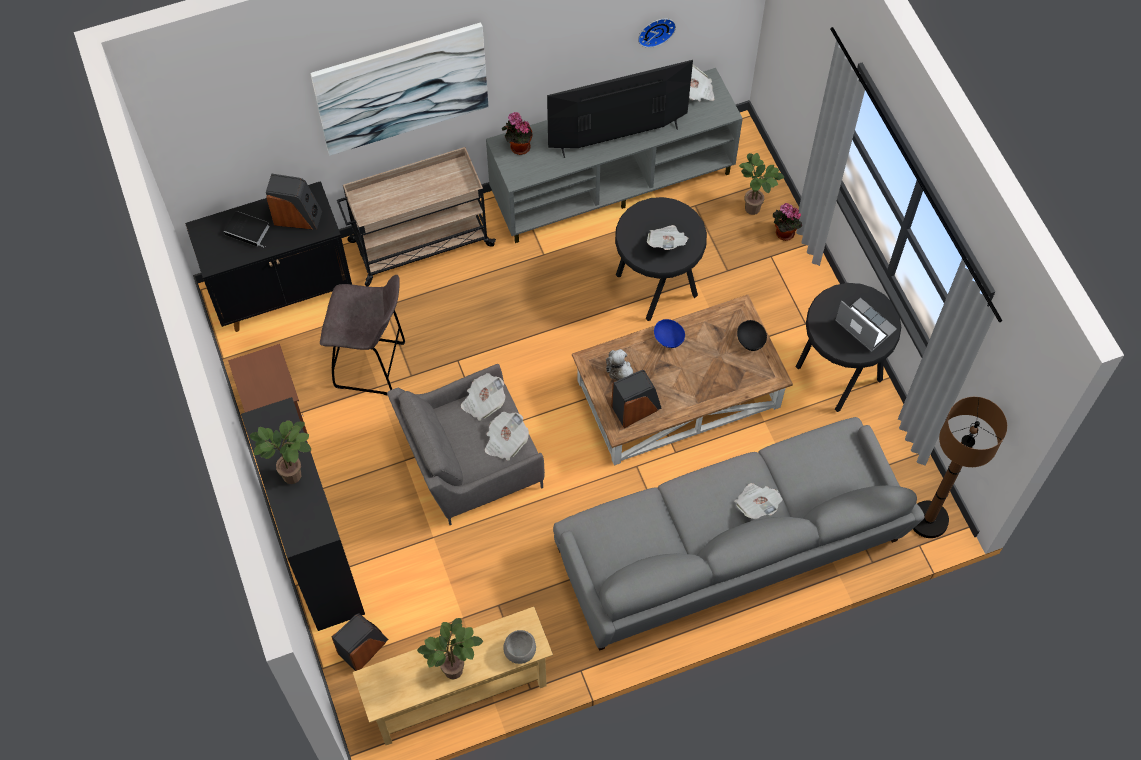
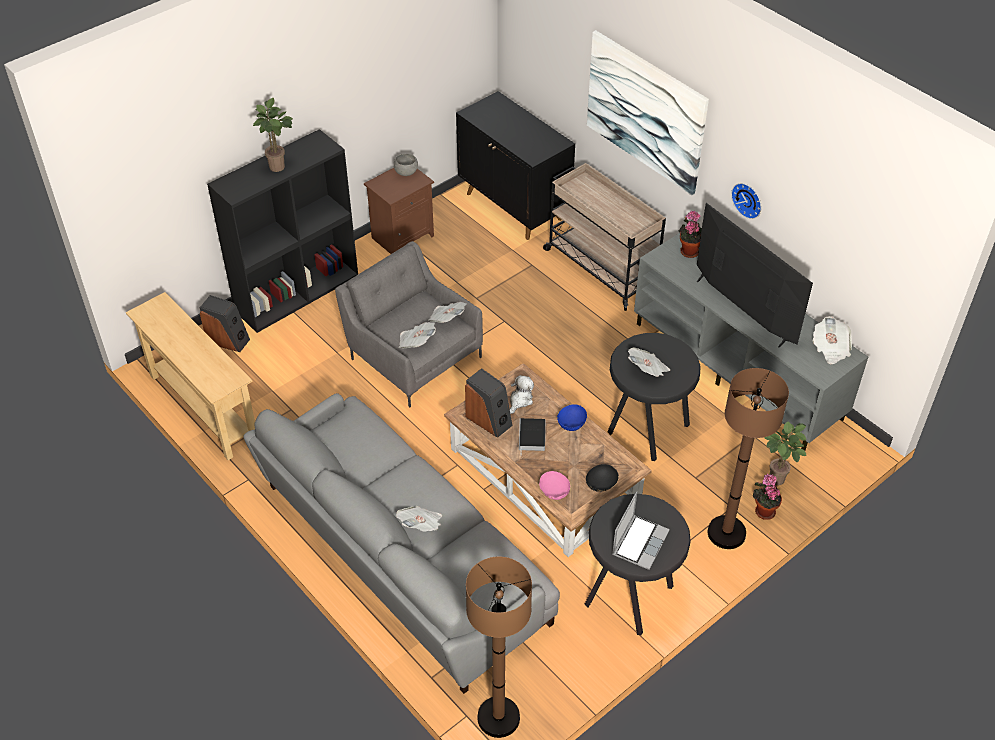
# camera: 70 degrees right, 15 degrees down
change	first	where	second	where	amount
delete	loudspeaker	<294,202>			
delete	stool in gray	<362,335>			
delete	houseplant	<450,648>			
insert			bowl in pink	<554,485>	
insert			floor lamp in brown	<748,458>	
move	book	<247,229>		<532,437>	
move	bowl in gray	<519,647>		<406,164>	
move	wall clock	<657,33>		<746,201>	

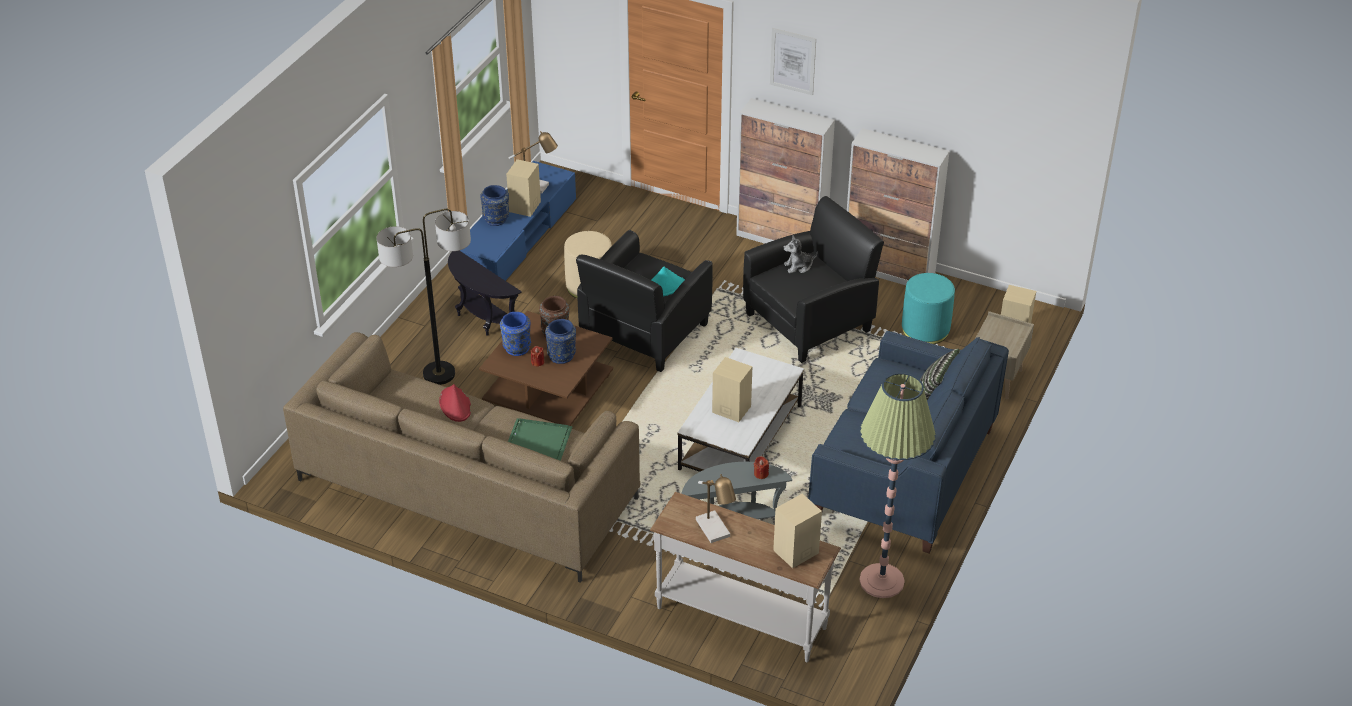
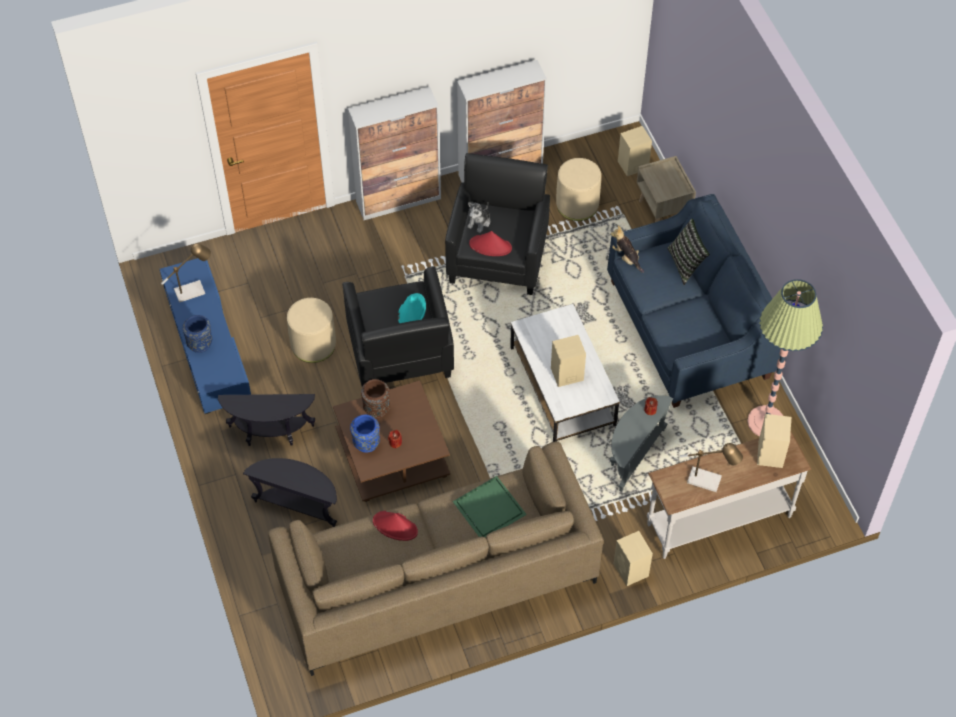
# camera: 45 degrees left, 15 degrees up
change	first	where	second	where	amount
delete	flower vase in bluish	<560,341>			
delete	wall art	<793,61>			
insert			hat in red	<490,243>	
insert			cuddly toy	<627,249>	
move	loudspeaker in sand-coloured	<523,188>		<633,558>	
replace	floor lamp	<424,297>	side table in blackish	<290,492>	
recolor	ottoman in blue-green	<928,308>	ottoman in sand-coloured	<578,189>	

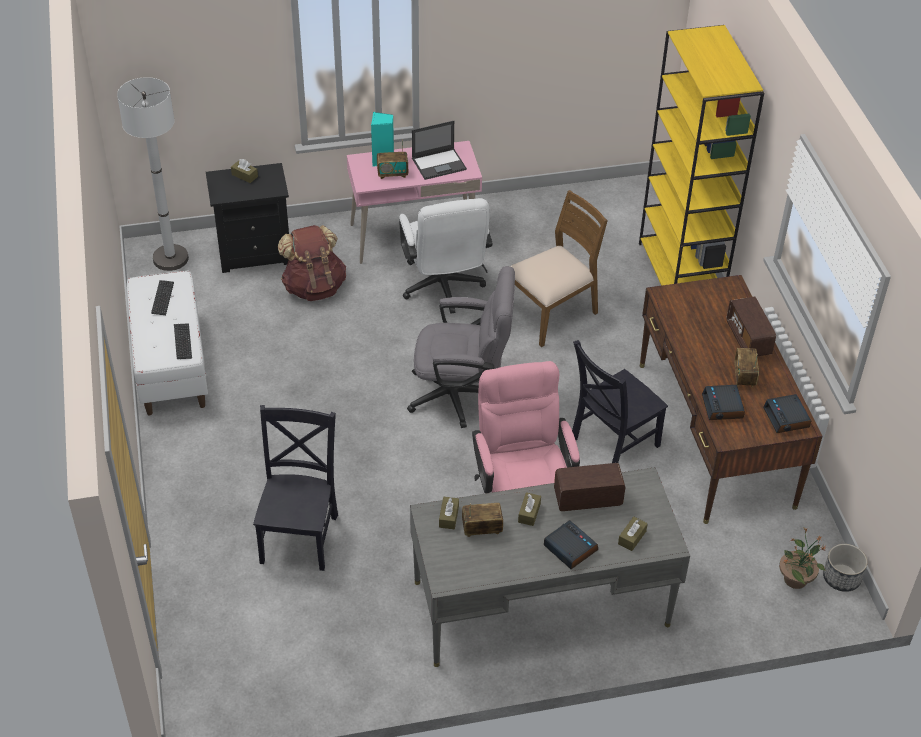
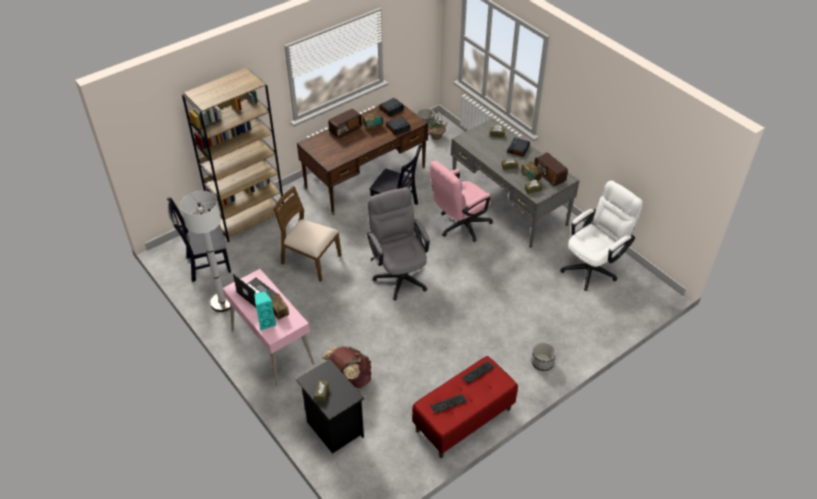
# camera: 115 degrees left, 0 degrees up
change	first	where	second	where	amount
insert			flower pot	<543,356>	
move	floor lamp in white-coloured	<153,174>		<205,251>	
move	plain chair in blackish	<295,488>		<199,239>	
move	desk chair in white-coloured	<445,255>		<601,235>	
move	radio receiver	<589,487>		<551,169>	
recolor	long seat in white-coloured	<167,343>	long seat in red	<465,407>	
recolor	shelving unit in yellow-coloured	<701,155>	shelving unit in brown	<233,155>	

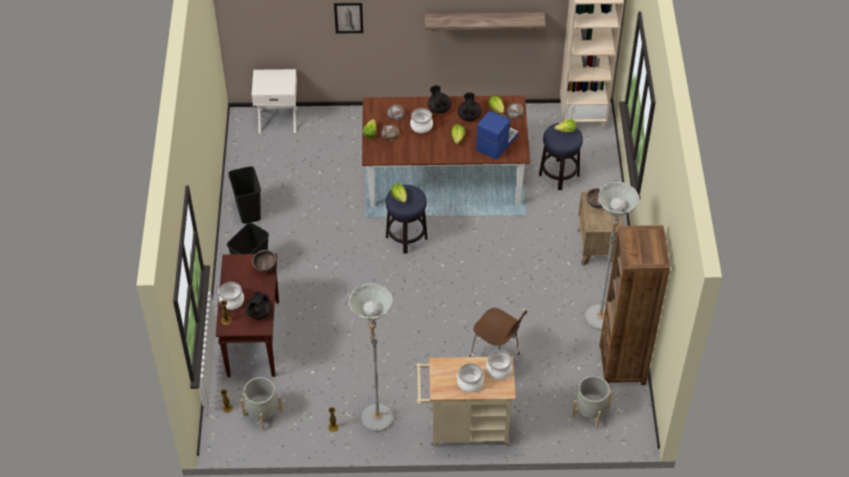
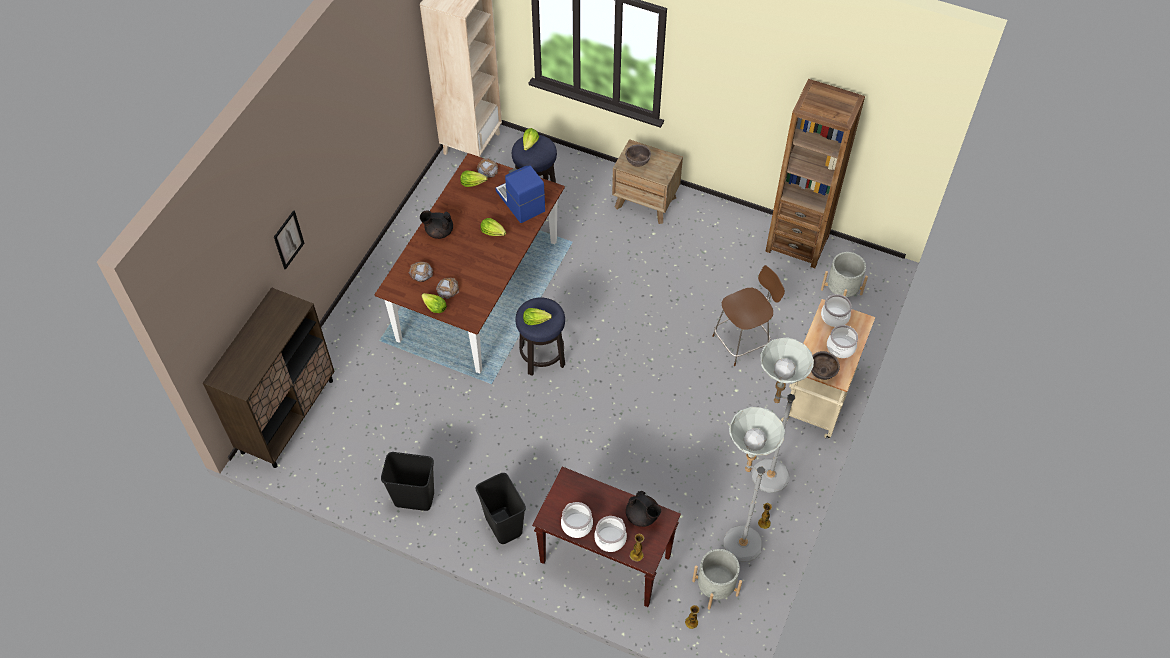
# camera: 65 degrees left, 5 degrees up
change	first	where	second	where	amount
delete	shelf	<485,22>			
delete	teapot in blackish	<470,106>			
move	bowl in brown	<264,261>		<825,365>	
move	cooking pot	<421,120>		<577,520>	
move	floor lamp in gray	<612,256>		<754,484>	
replace	bedside table in white-coloured	<274,101>	cupboard in brown	<269,377>	

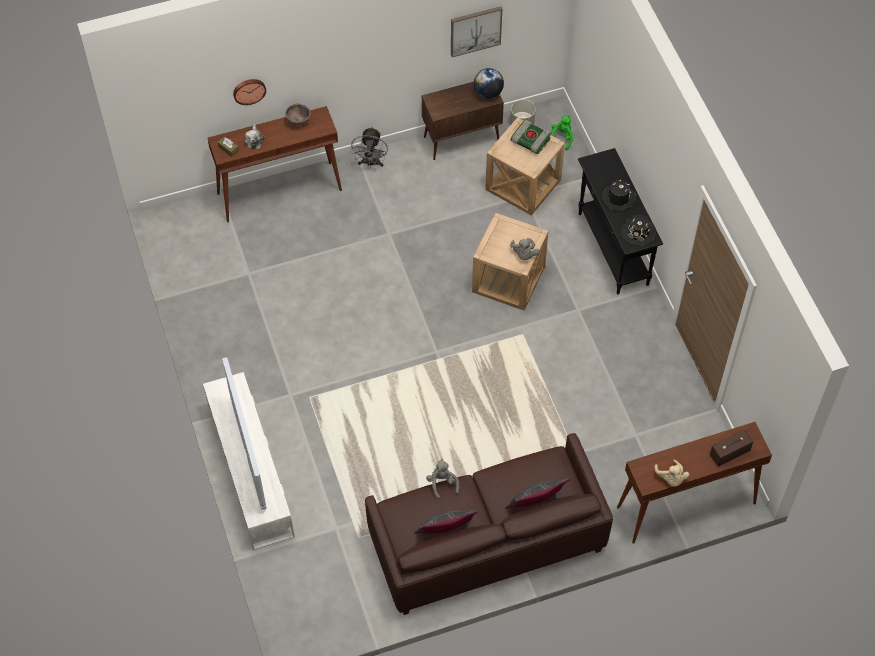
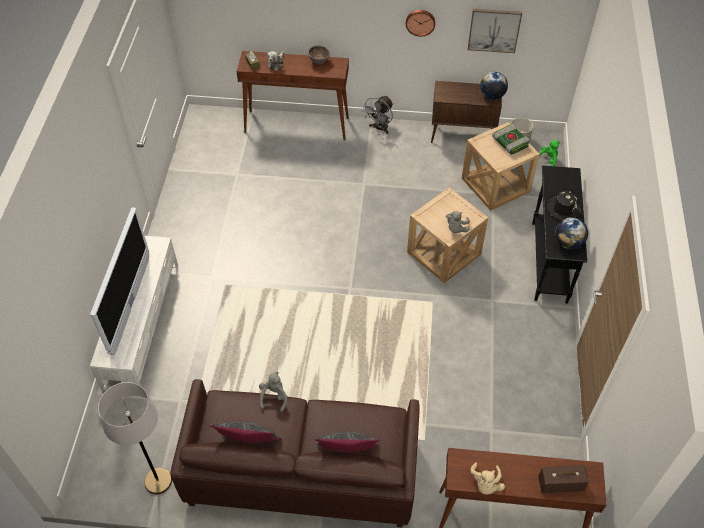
# camera: 25 degrees right, 5 degrees down
change	first	where	second	where	amount
insert			floor lamp in gray	<135,438>	
move	wall clock	<249,92>		<420,23>	
replace	hat in blackish	<638,230>	globe	<571,233>	

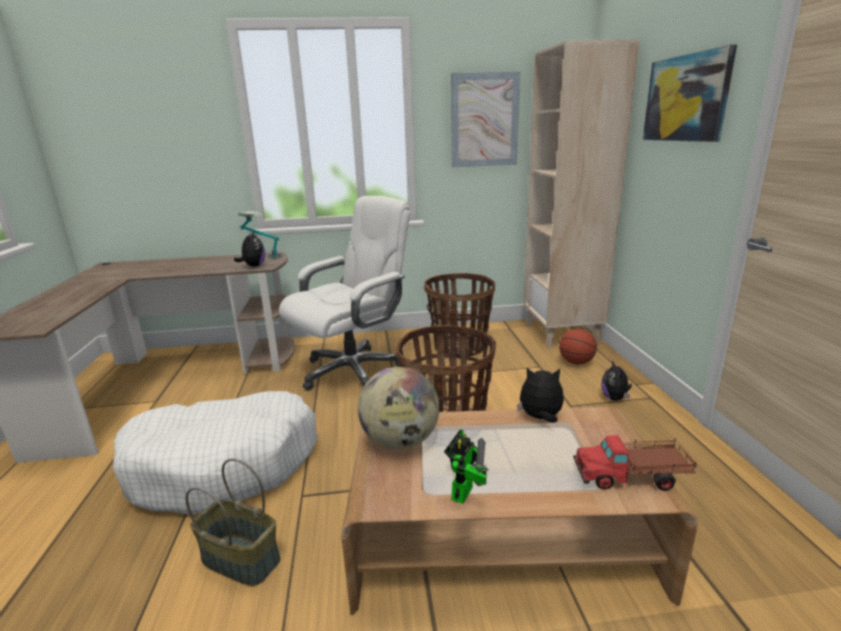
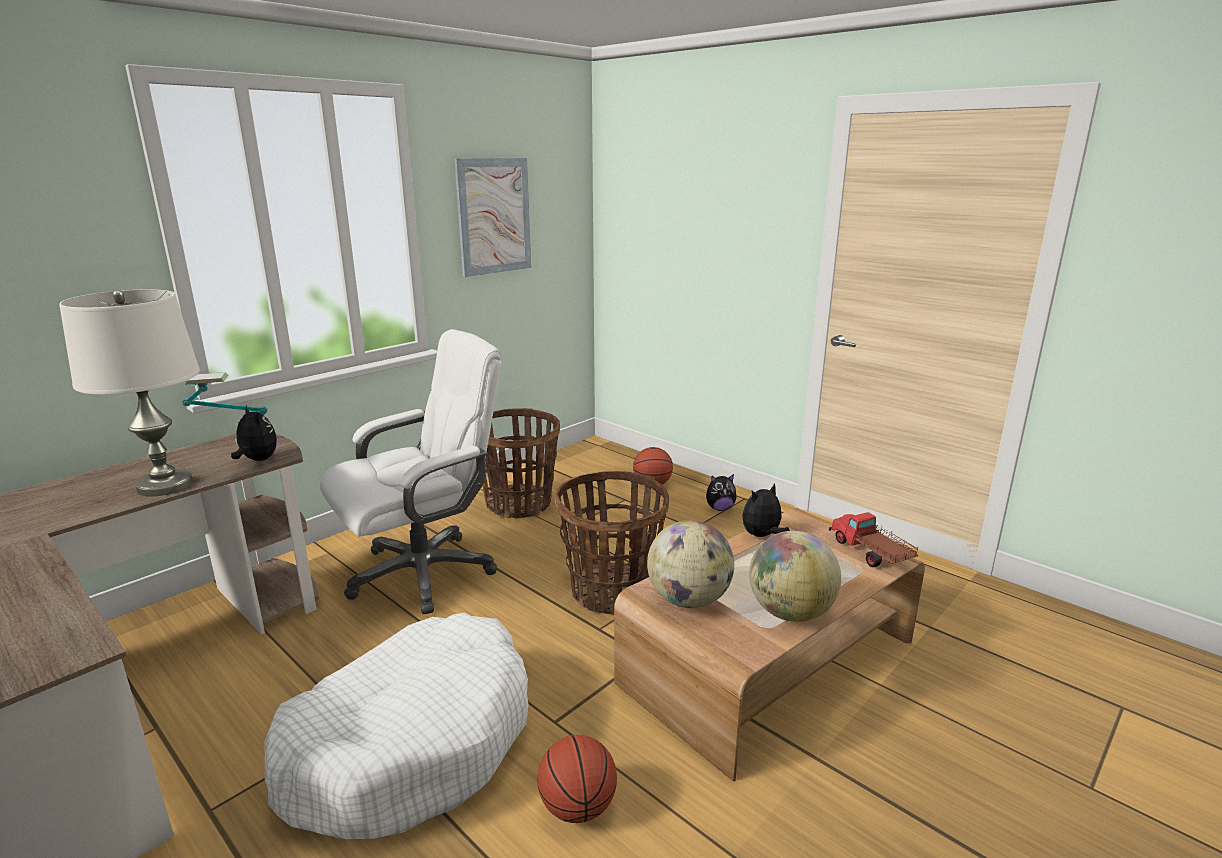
# camera: 40 degrees left, 0 degrees up
change	first	where	second	where	amount
delete	shelving unit in sand-coloured	<581,193>			
delete	wall art	<690,93>			
insert			lamp for a table in white-coloured	<129,393>	
replace	household basket	<233,522>	basketball	<577,779>	
replace	toy robot	<466,466>	globe	<795,576>	
rotate	desk chair in white-coloured	<344,293>		<411,471>	45 degrees clockwise
rotate	toy lorry	<635,463>		<873,539>	105 degrees clockwise
rotate	cuddly toy	<616,380>		<721,492>	60 degrees counterclockwise

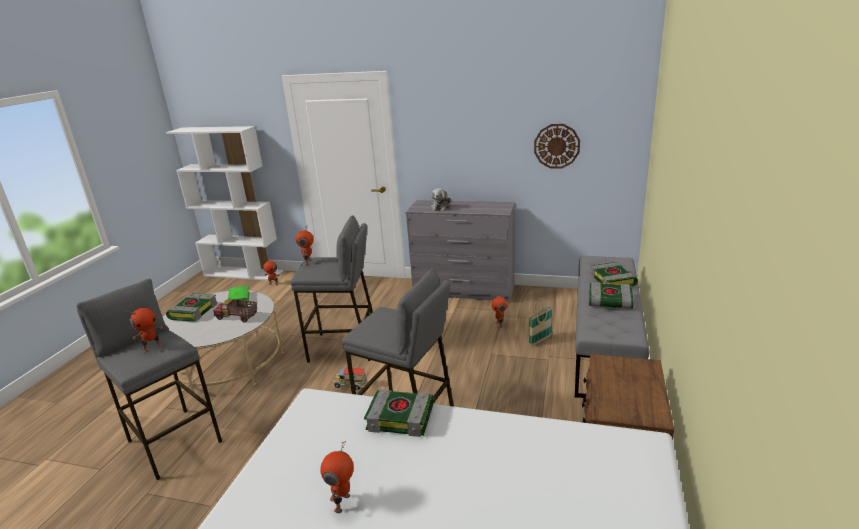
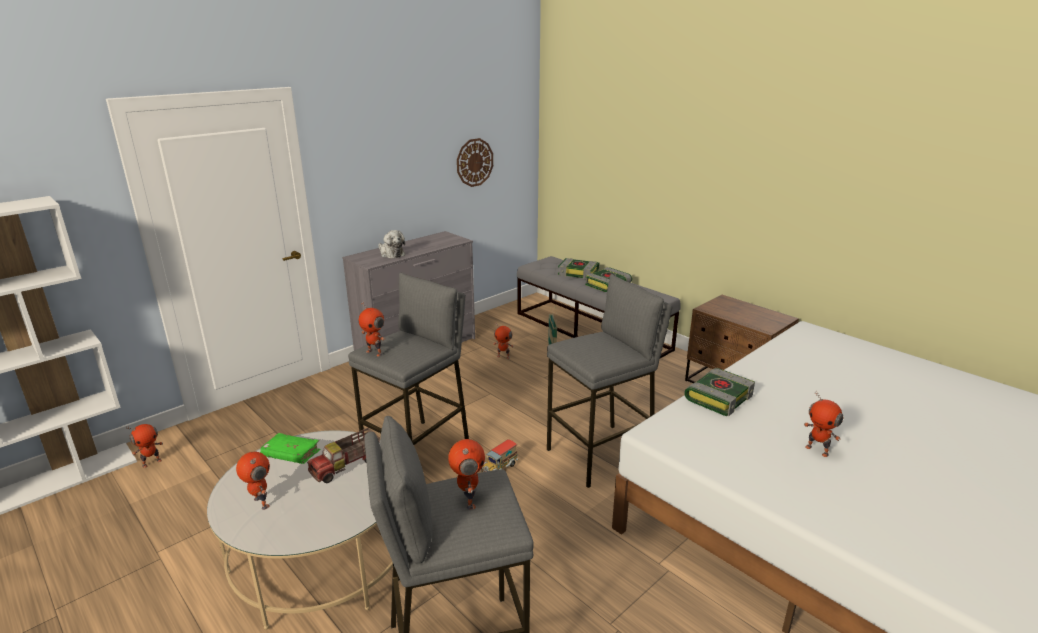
# camera: 60 degrees left, 0 degrees up
change	first	where	second	where	amount
replace	book	<191,307>	toy robot	<253,481>	

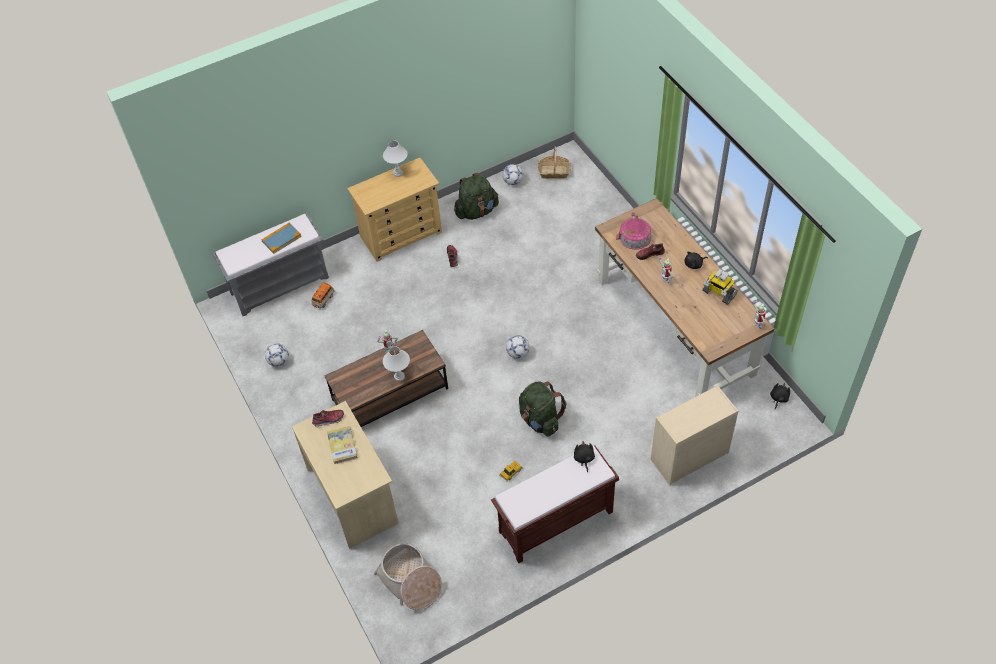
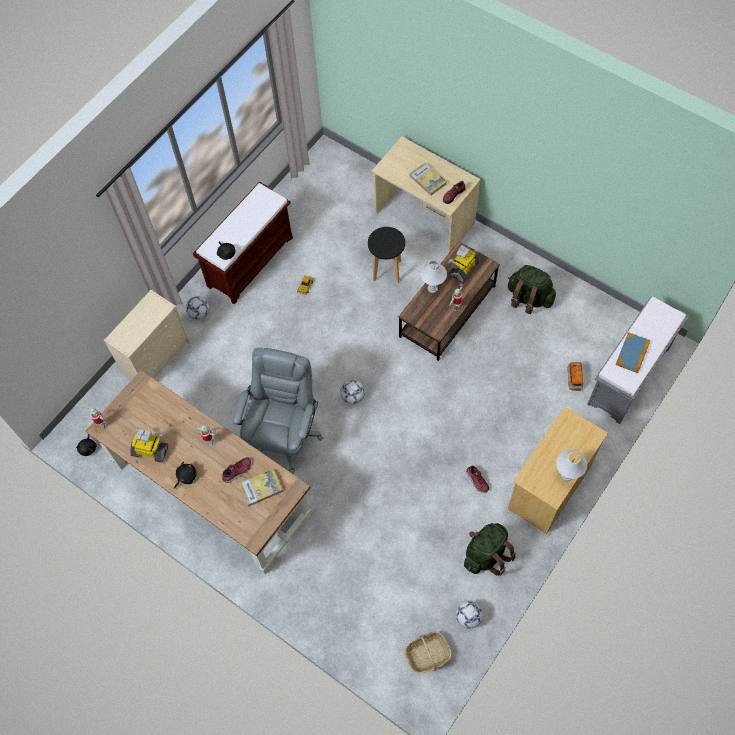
# camera: 155 degrees right, 10 degrees up
change	first	where	second	where	amount
delete	household basket	<408,577>			
insert			desk chair in gray	<278,410>	
insert			stool in blackish	<386,254>	
insert			toy robot	<463,263>	
move	football ball	<277,355>		<197,308>	
move	knapsack in green-coloured	<543,409>		<532,289>	
replace	toy house	<634,230>	book	<261,488>	

